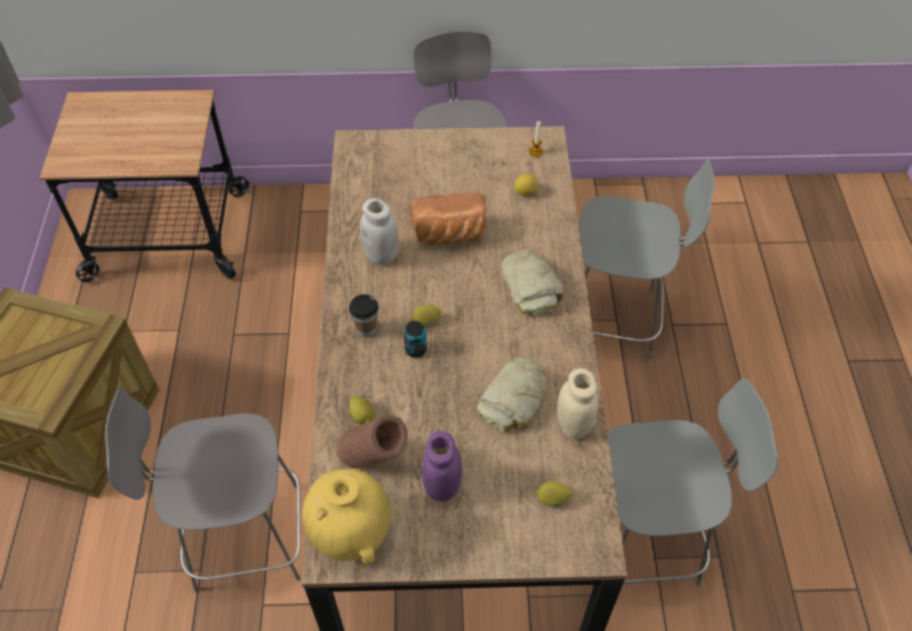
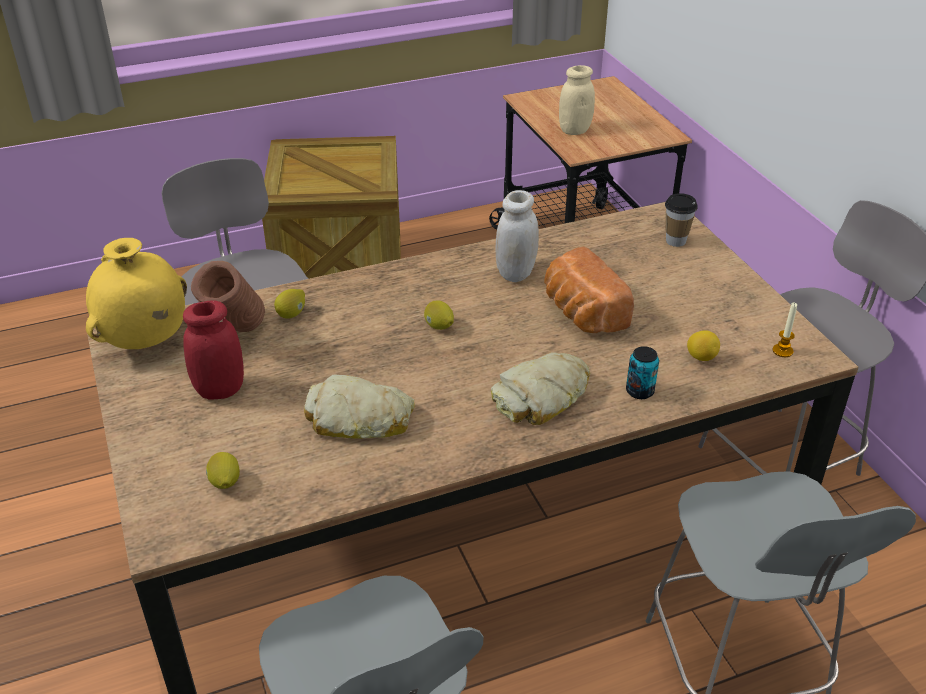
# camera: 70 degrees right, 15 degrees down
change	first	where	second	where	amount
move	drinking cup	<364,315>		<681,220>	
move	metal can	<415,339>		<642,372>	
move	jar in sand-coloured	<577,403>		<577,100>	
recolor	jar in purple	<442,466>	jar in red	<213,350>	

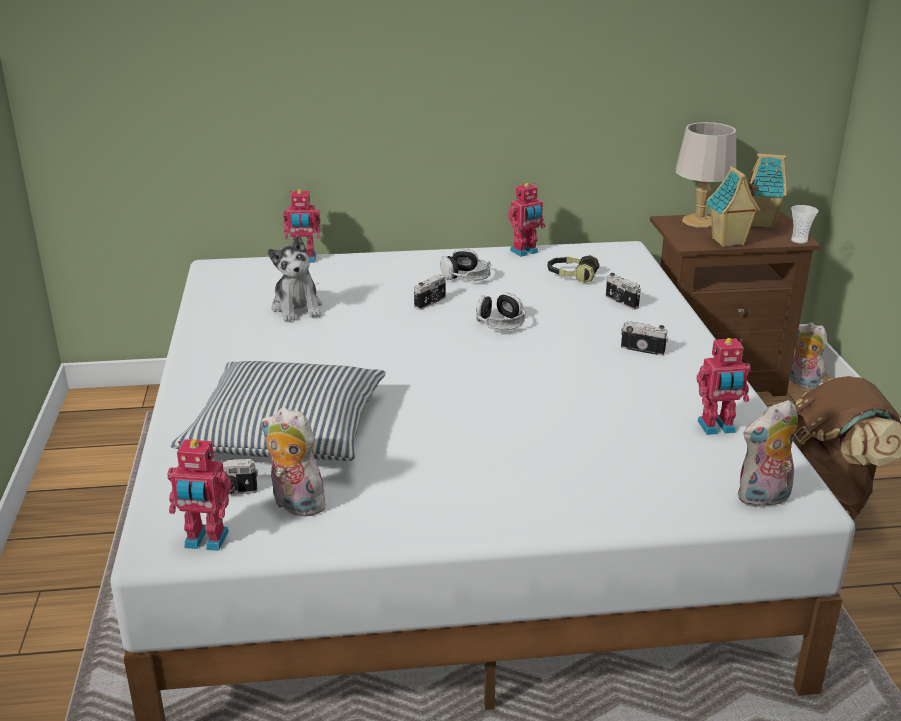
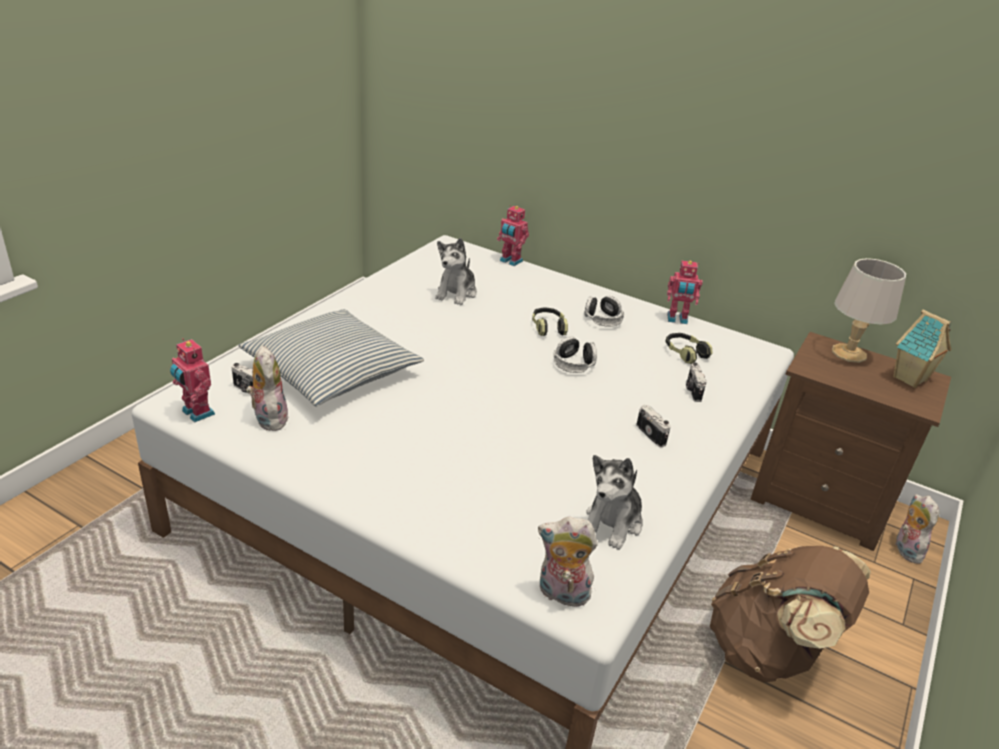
# camera: 35 degrees right, 5 degrees up
change	first	where	second	where	amount
delete	toy house	<733,206>			
delete	drinking cup	<804,224>			
replace	still camera	<430,292>	headphones	<550,321>	
replace	toy robot	<723,386>	cuddly toy	<614,502>	

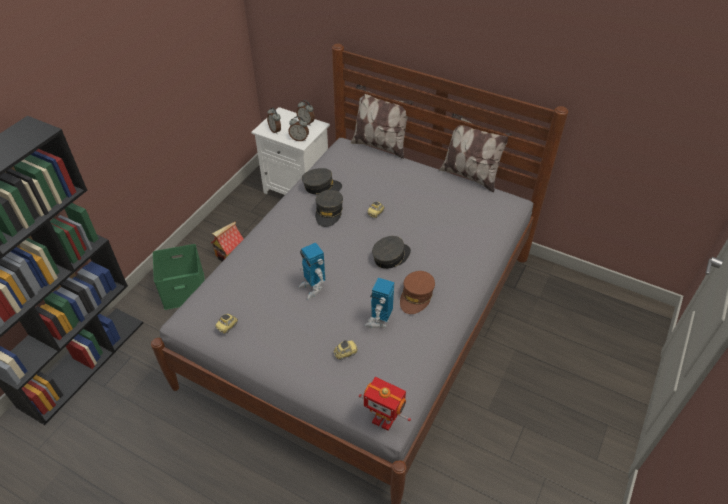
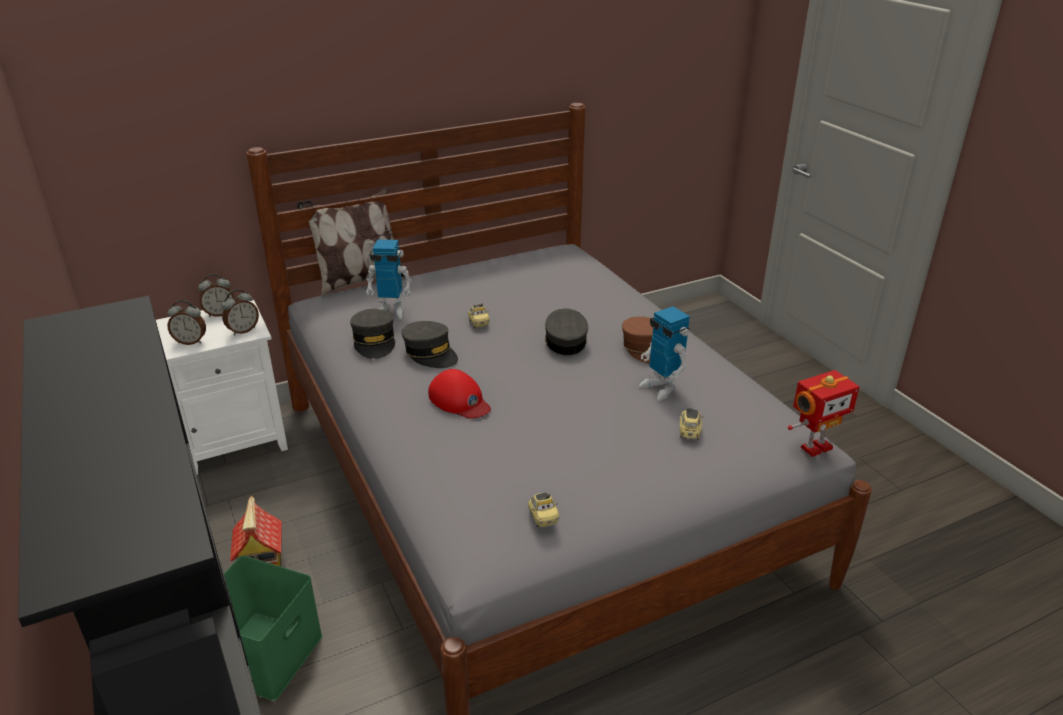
# camera: 55 degrees left, 15 degrees down
change	first	where	second	where	amount
delete	cushion	<475,152>			
insert			baseball cap in red	<459,394>	
move	toy robot	<312,271>		<389,279>	
rotate	baseball cap in gray	<322,181>		<372,334>	135 degrees clockwise

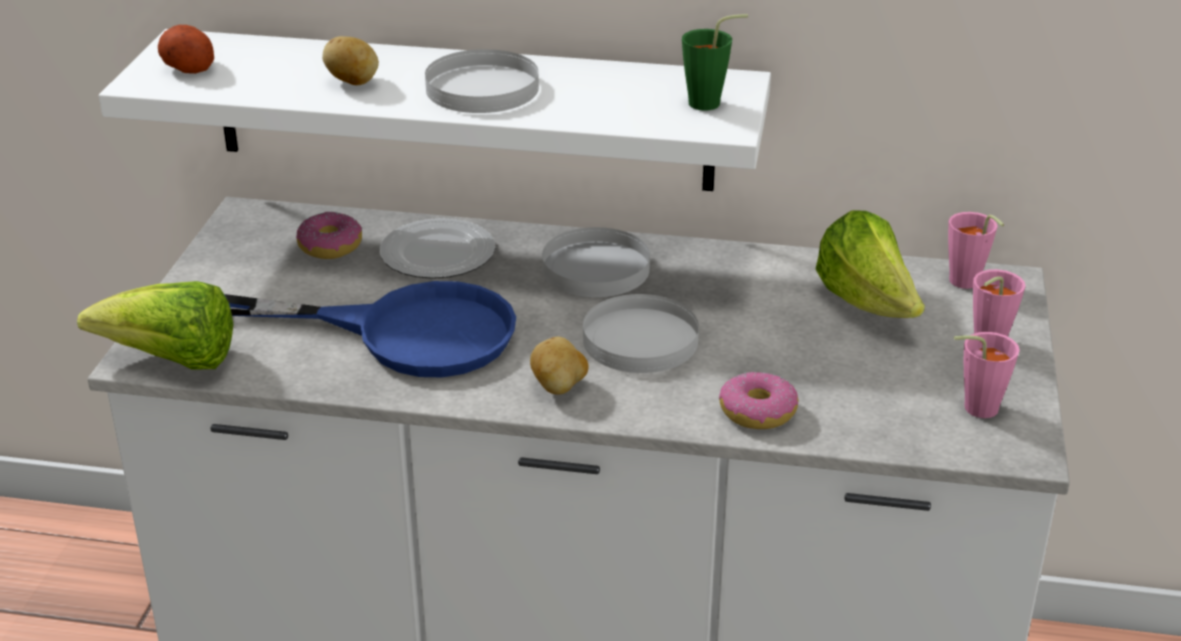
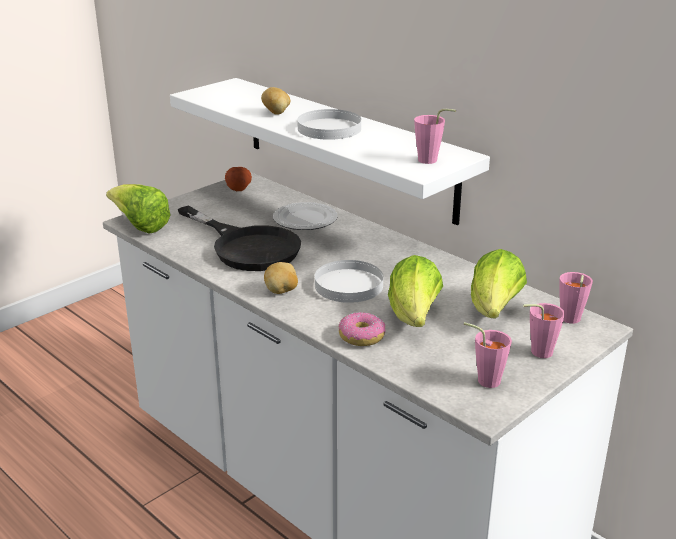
# camera: 35 degrees right, 5 degrees down
change	first	where	second	where	amount
delete	donut	<329,235>			
delete	dinner plate in white-coloured	<596,262>			
insert			lettuce	<415,291>	
move	whole potato	<186,49>		<238,179>	
recolor	skillet in bluish	<370,329>	skillet in blackish	<239,238>	
recolor	drinking cup in green-coloured	<715,62>	drinking cup in pink	<435,136>	

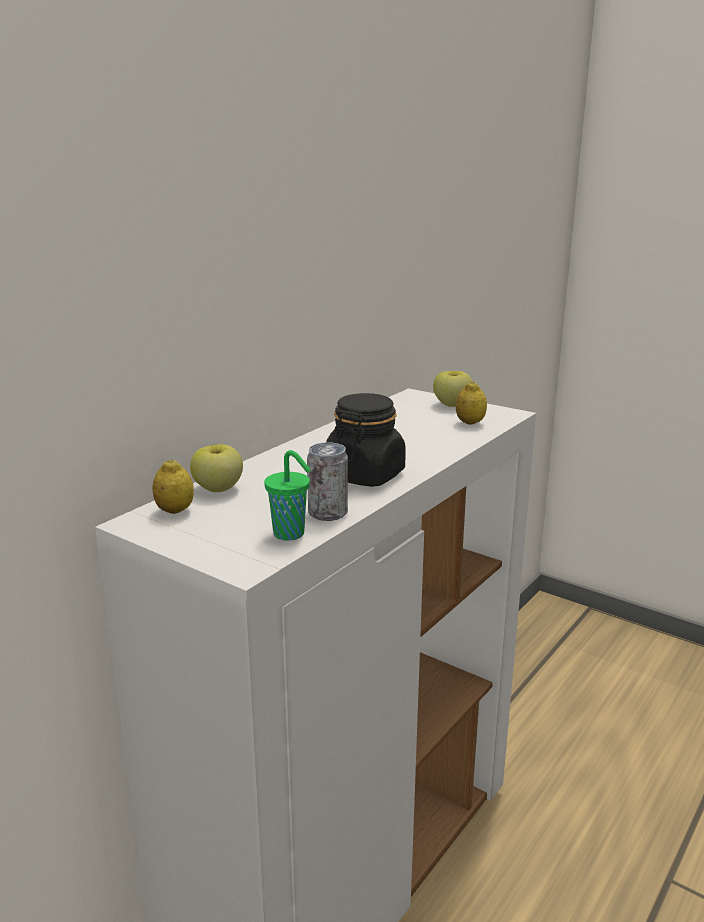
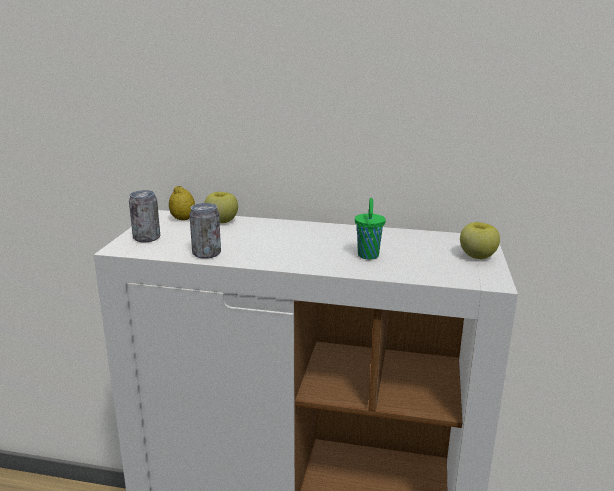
# camera: 65 degrees right, 0 degrees up
change	first	where	second	where	amount
delete	jar in blackish	<366,440>			
delete	citrus fruit	<471,403>			
insert			metal can	<144,216>	
move	drinking cup in green-coloured	<287,495>		<370,228>	

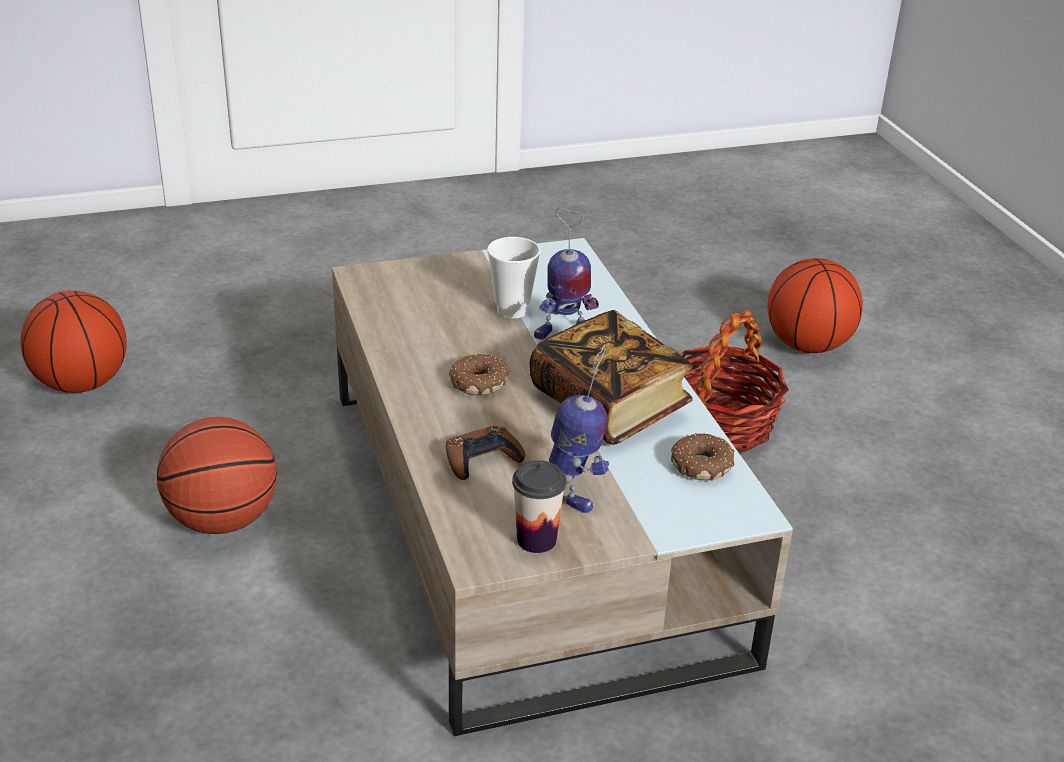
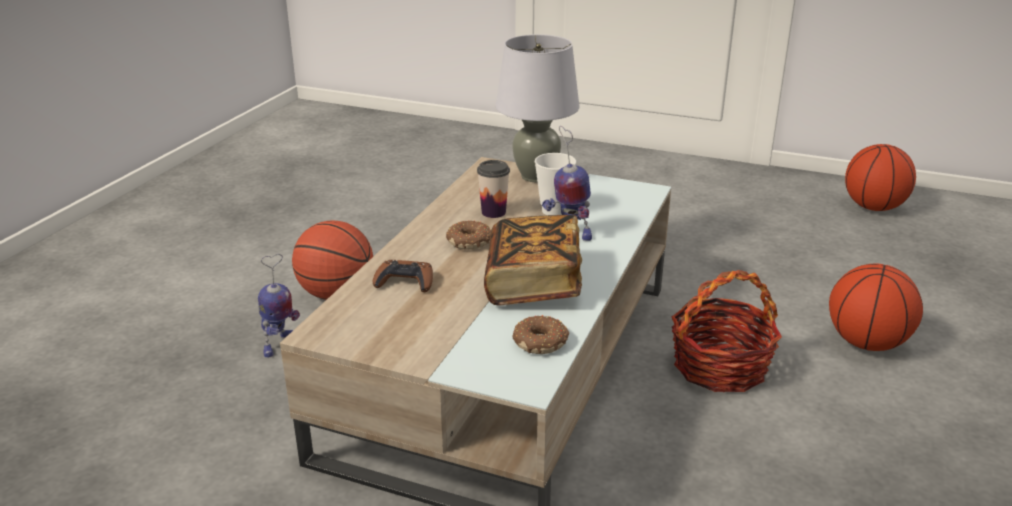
# camera: 40 degrees right, 5 degrees down
change	first	where	second	where	amount
insert			lamp for a table in gray	<537,108>	
move	basketball	<74,342>		<880,177>	
move	drinking cup	<539,506>		<493,189>	
move	toy robot	<579,429>		<279,306>	

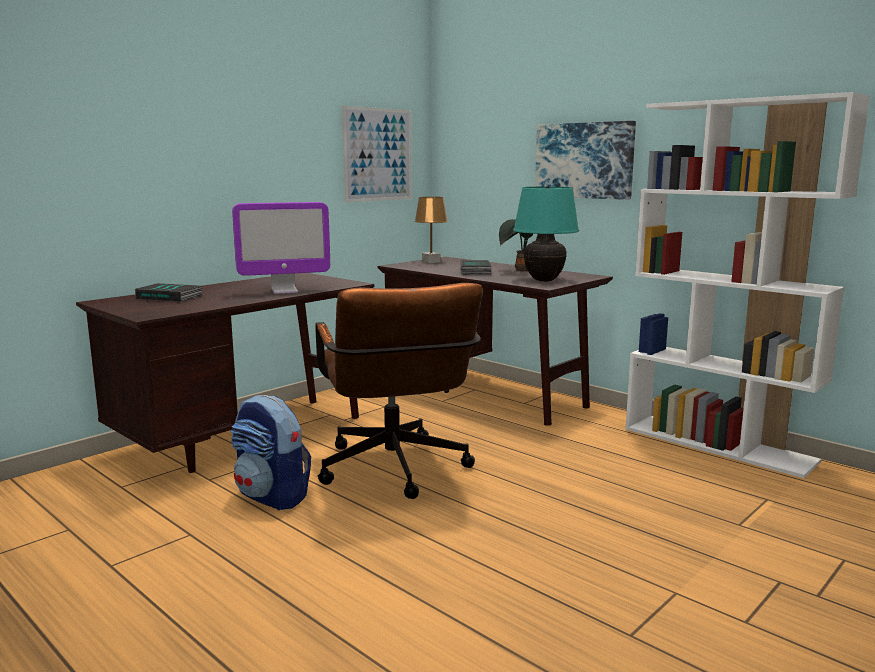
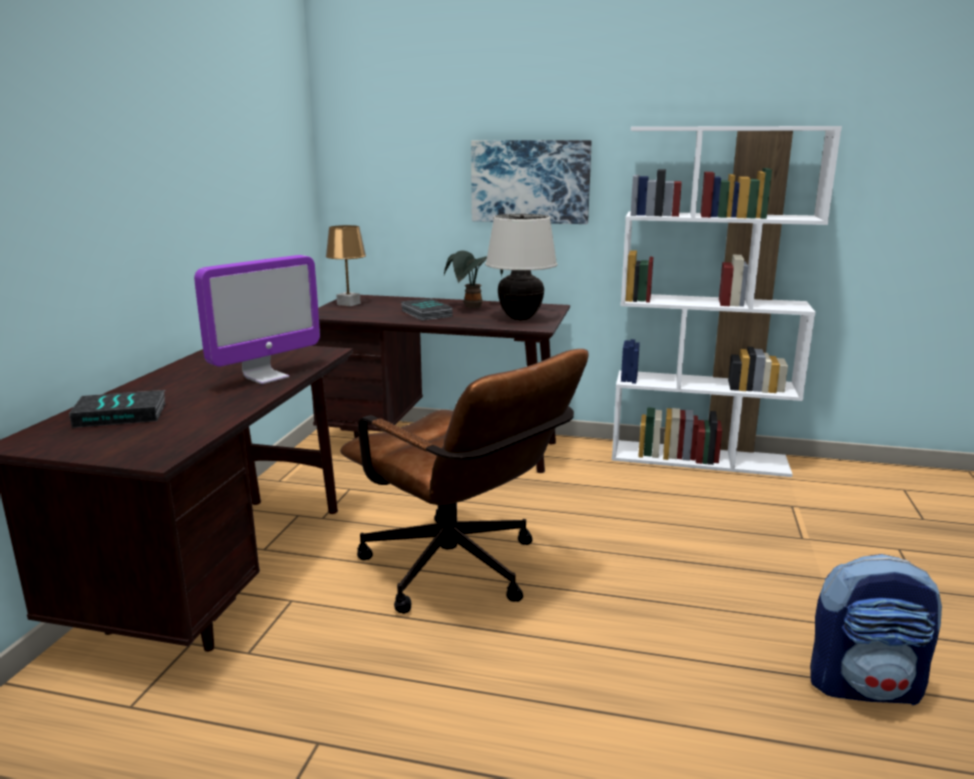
# camera: 30 degrees left, 5 degrees up
change	first	where	second	where	amount
delete	wall art	<377,154>			
move	knapsack	<271,452>		<876,629>	
recolor	lamp for a table in blue-green	<546,234>	lamp for a table in sand-coloured	<521,267>	

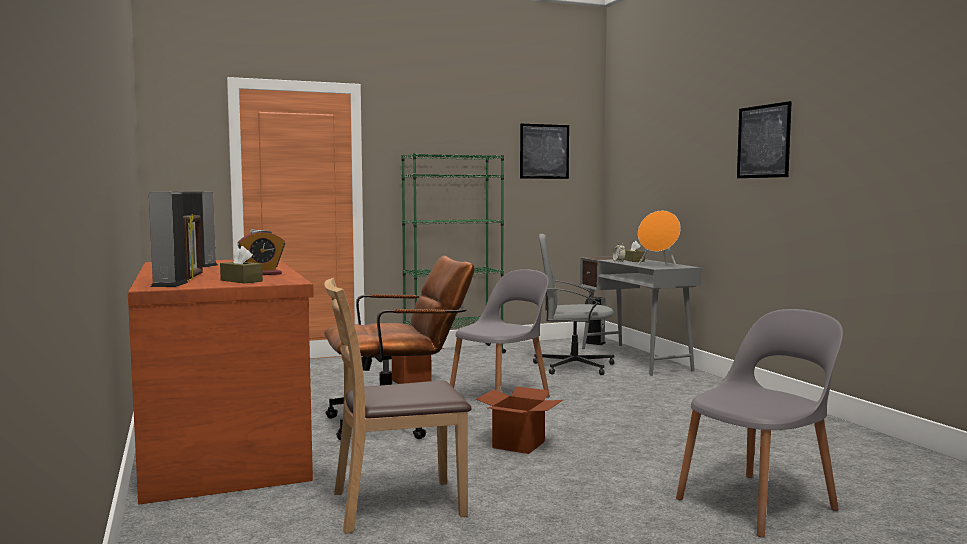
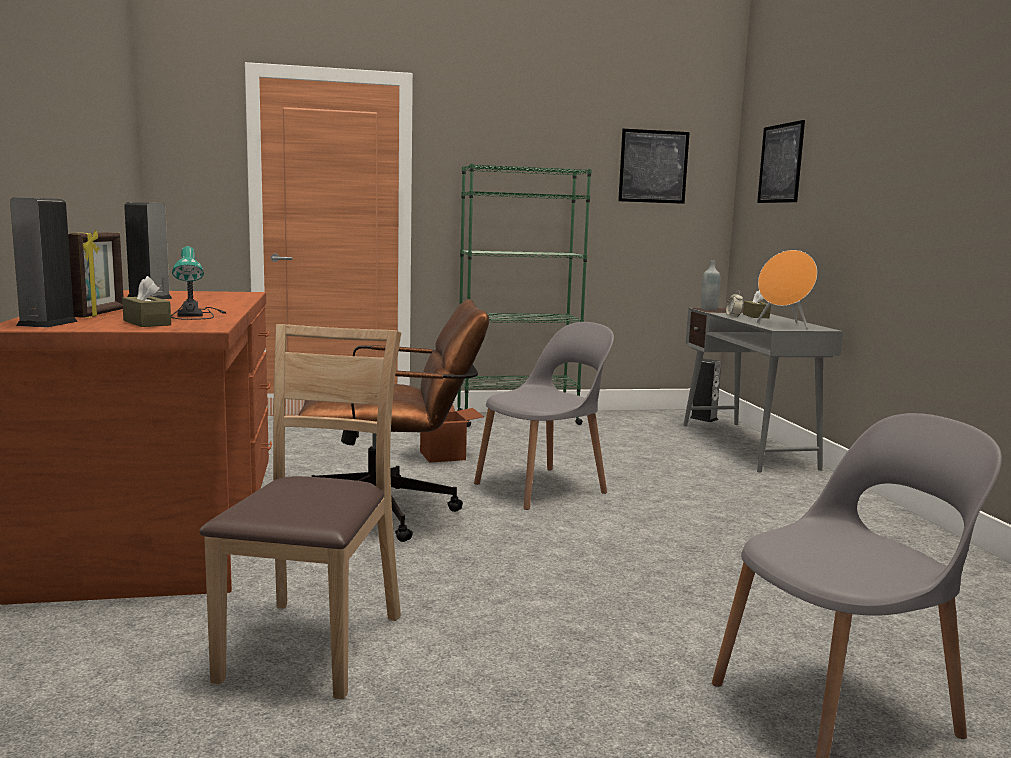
# camera: 10 degrees right, 5 degrees up
change	first	where	second	where	amount
delete	cardboard box	<519,420>			
delete	desk chair in gray	<574,304>			
insert			bottle in gray	<710,285>	
move	wall art	<764,139>		<781,161>	
replace	bedside clock	<261,252>	lamp for a table	<199,283>	
rotate	plain chair in brown	<397,406>		<300,512>	105 degrees clockwise

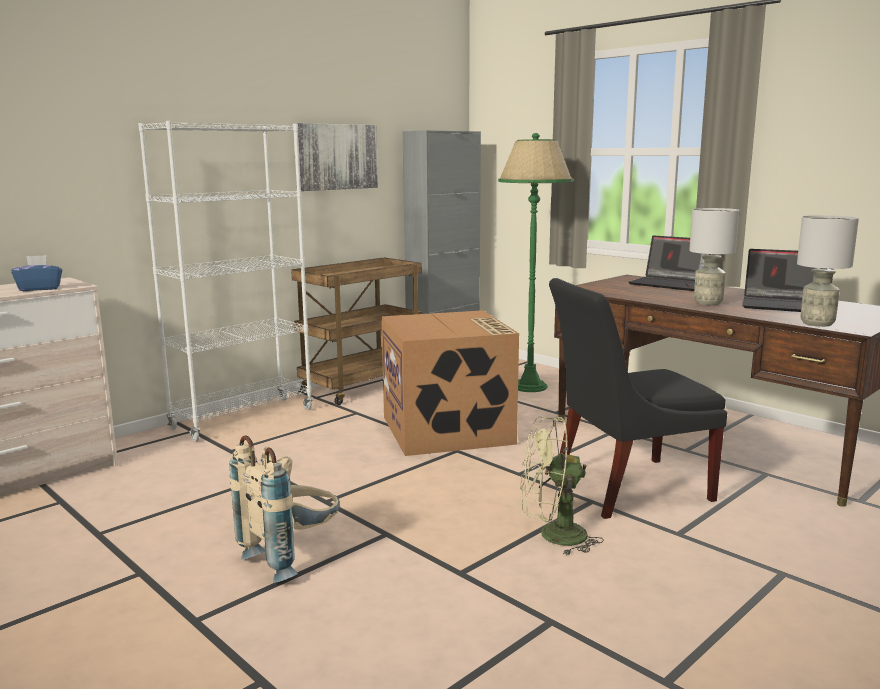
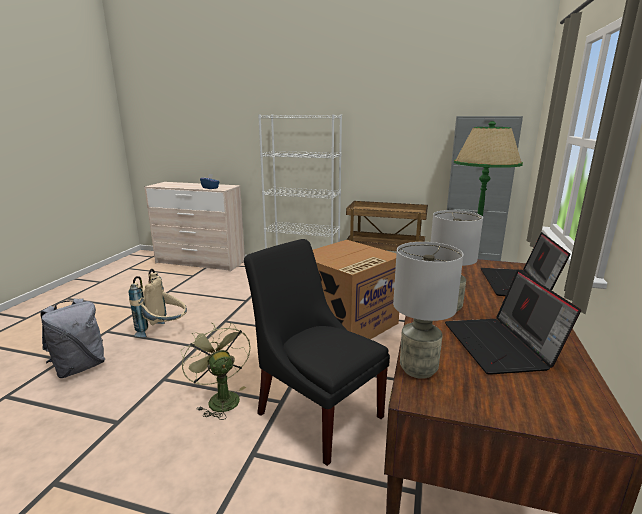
# camera: 60 degrees right, 5 degrees up
change	first	where	second	where	amount
delete	wall art	<335,157>			
insert			knapsack in gray	<72,338>	

